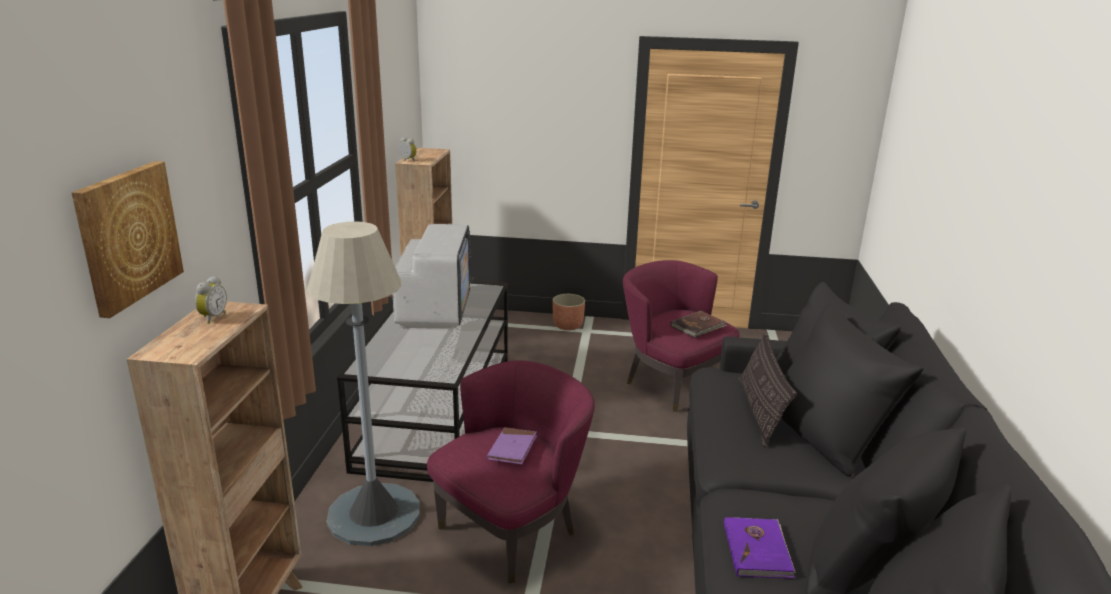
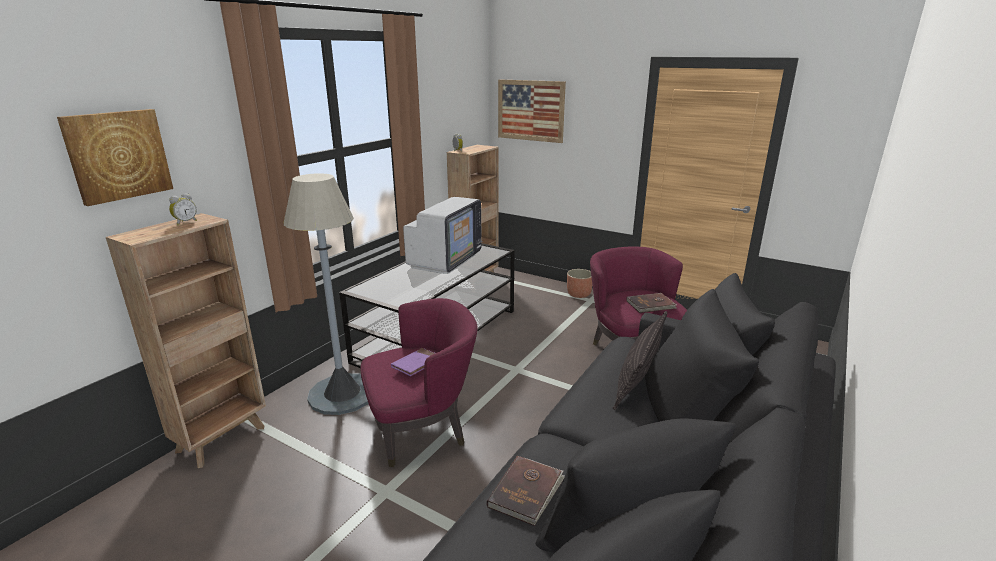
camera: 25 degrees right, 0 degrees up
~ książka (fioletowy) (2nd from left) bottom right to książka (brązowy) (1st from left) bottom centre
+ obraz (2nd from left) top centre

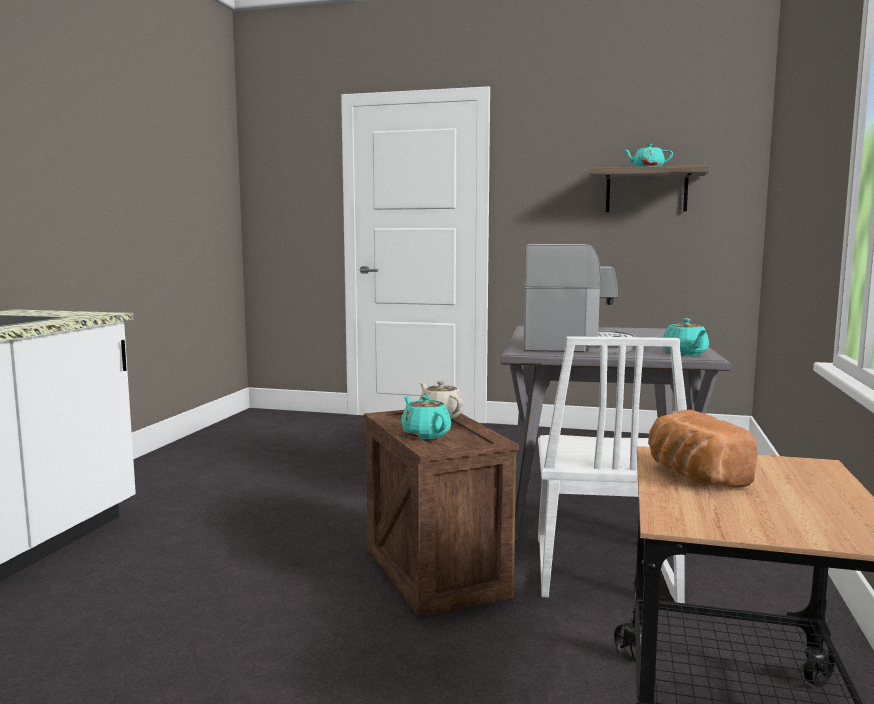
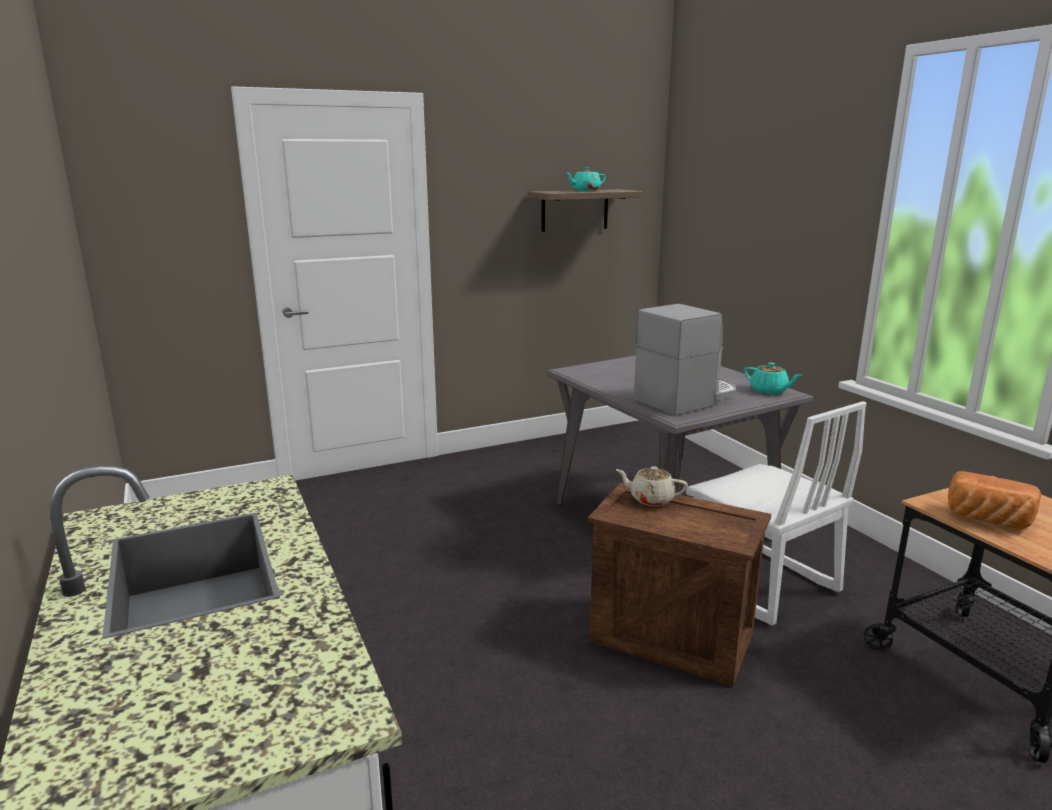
camera: 40 degrees left, 10 degrees up
- imbryk (turkusowy) (1st from left) centre

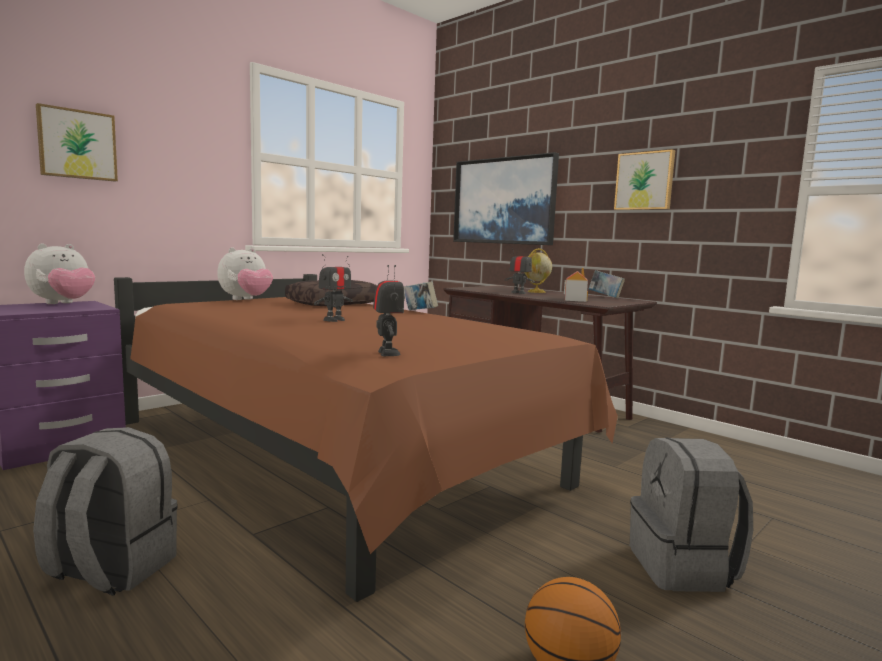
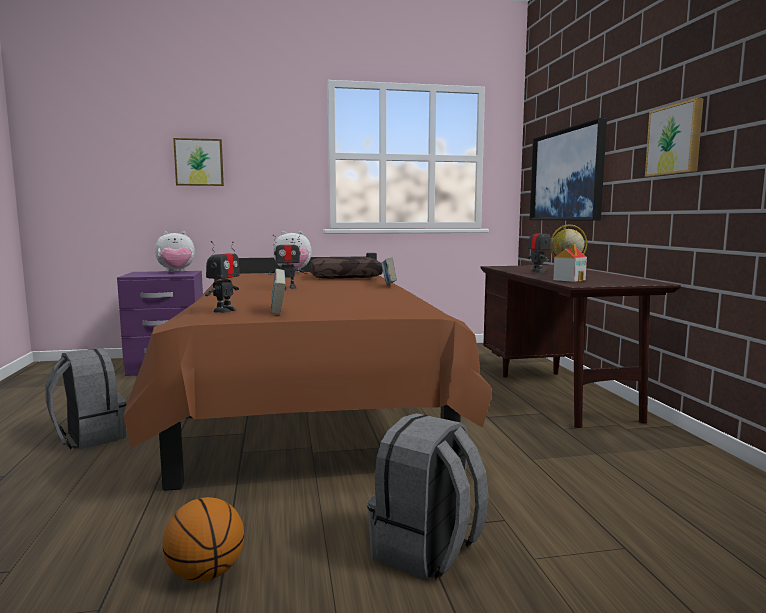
camera: 35 degrees right, 0 degrees up
~ książka (2nd from left in the first image) middle right to książka (1st from left) centre

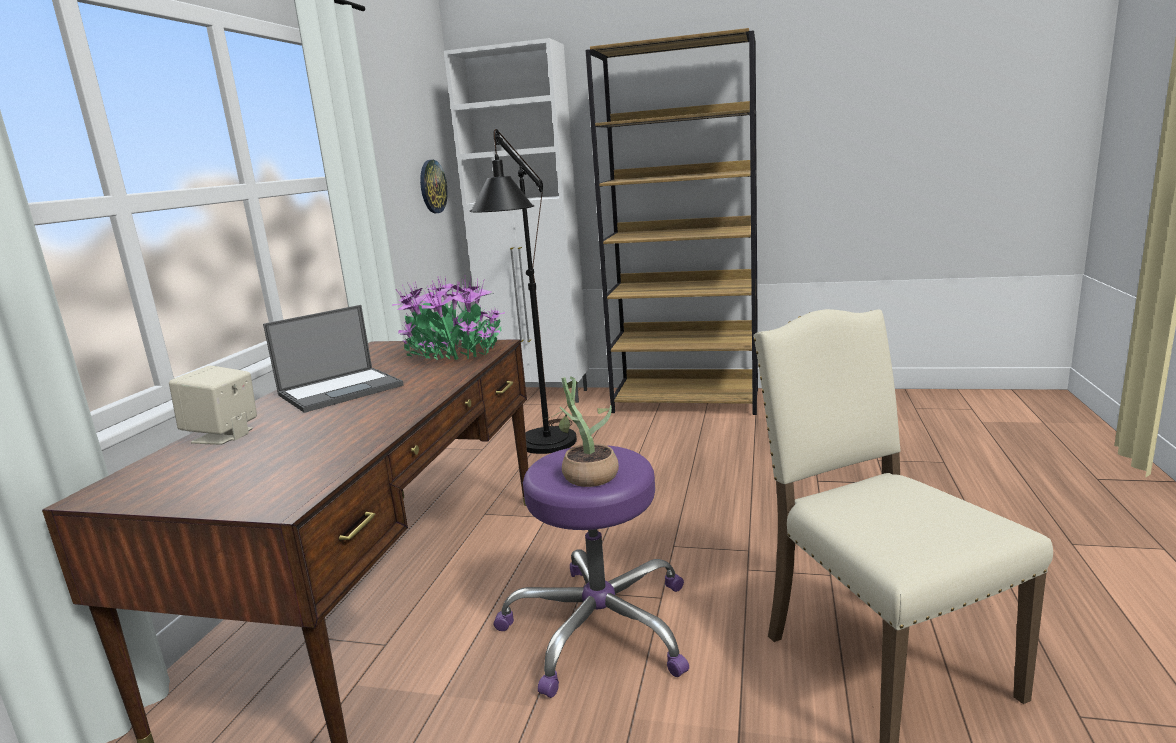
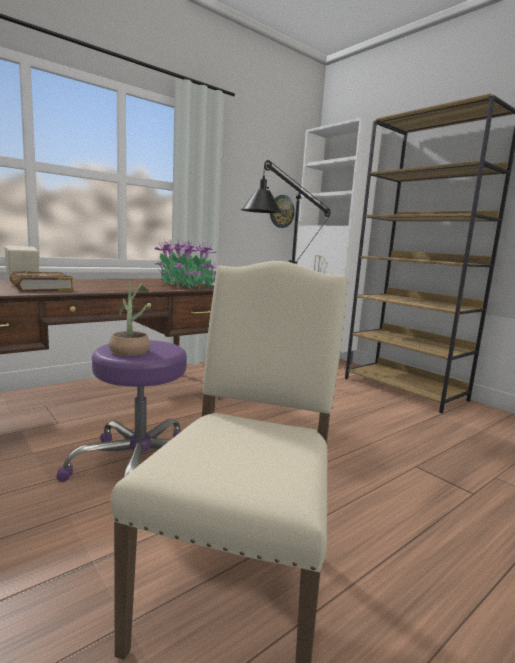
camera: 35 degrees right, 5 degrees down
+ książka middle left
- laptop middle left

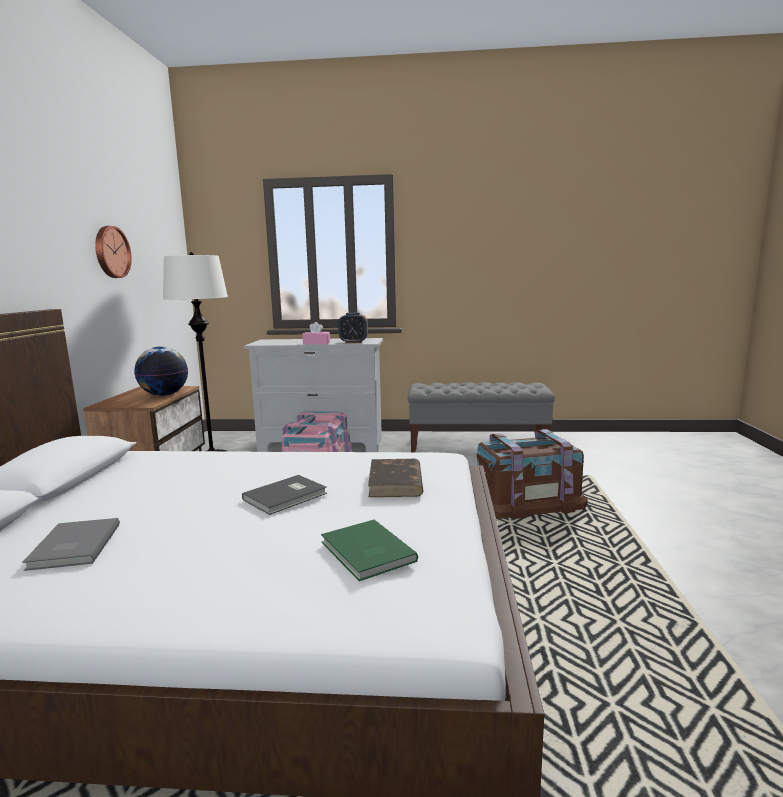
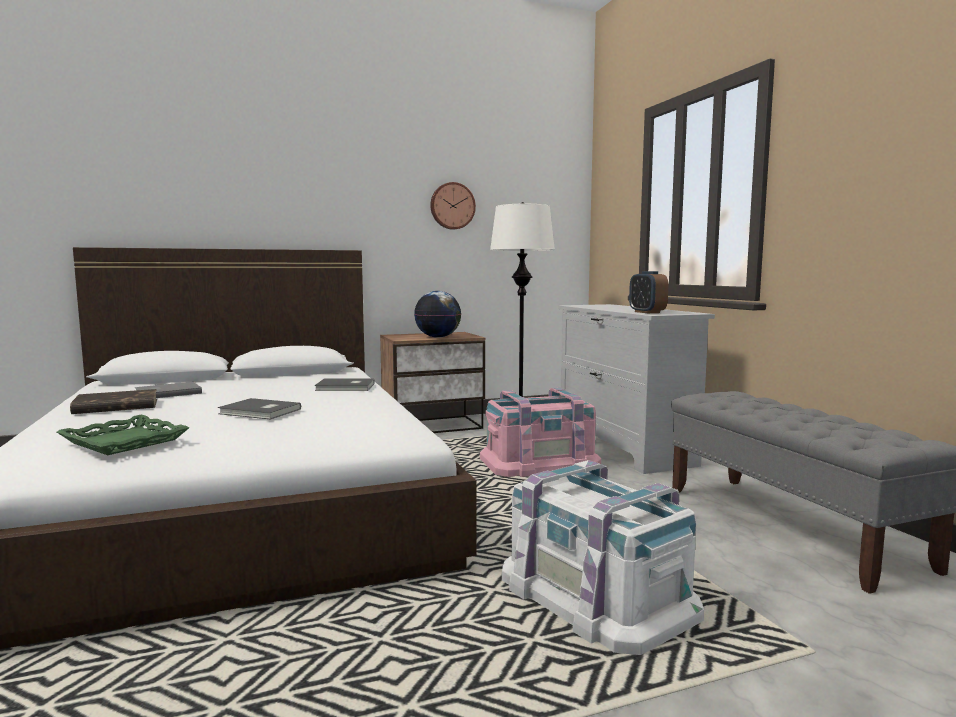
camera: 65 degrees right, 5 degrees down
~ książka (zielony) bottom centre to taca (zielony) middle left
~ książka (brązowy) centre to middle left
+ książka (szary) (3rd from left) centre
~ pojemnik do przechowywania (brązowy) middle right to pojemnik do przechowywania (biały) bottom centre
- pudełko chusteczek (różowy) centre

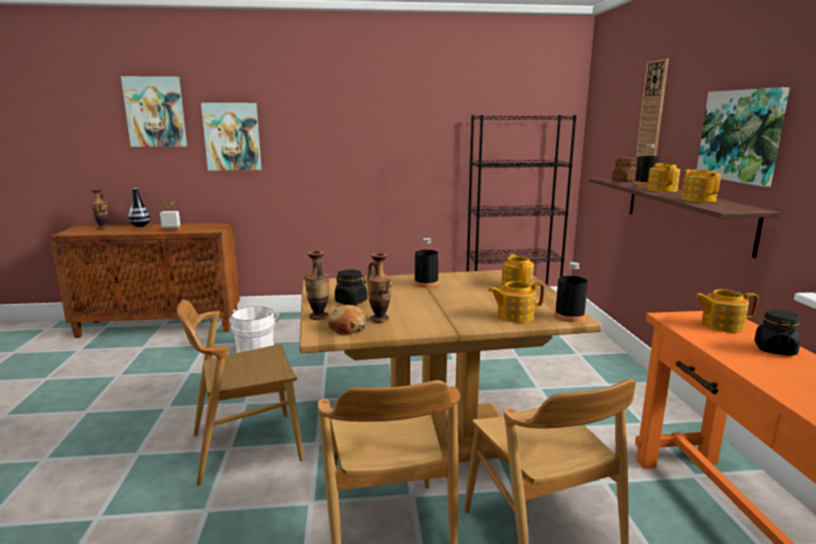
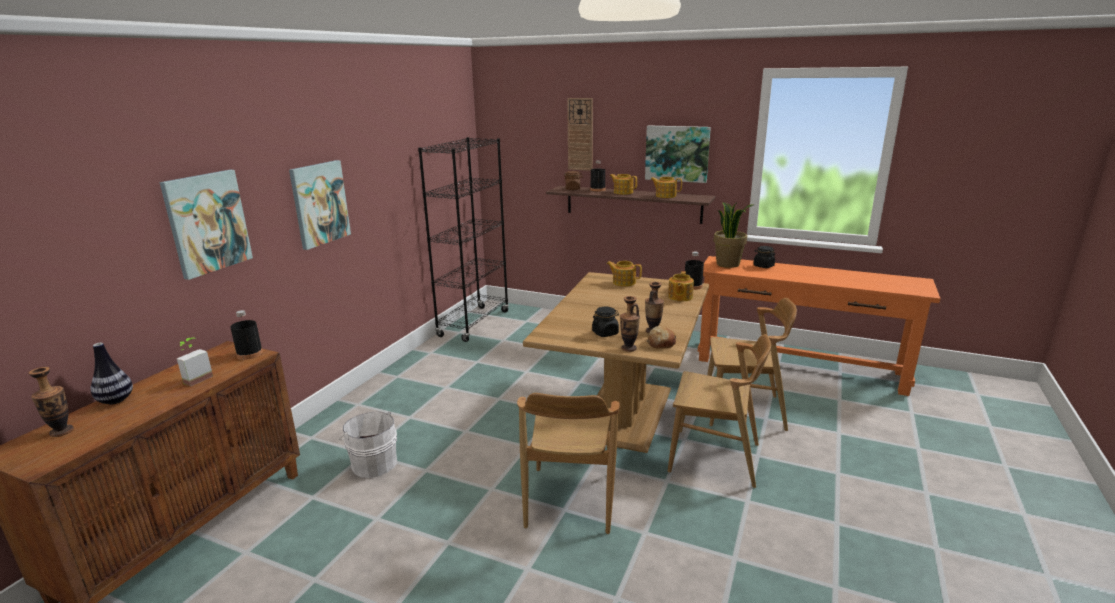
camera: 60 degrees left, 5 degrees up
~ butelka (czarny) (1st from left) centre to middle left
~ obraz (1st from left in the first image) top left to obraz (2nd from left) middle left
~ imbryk (5th from left) middle right to roślina doniczkowa (2nd from left) centre

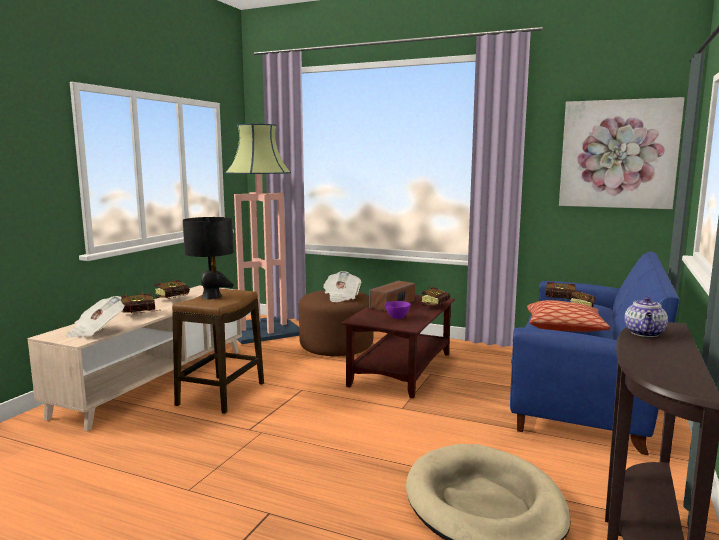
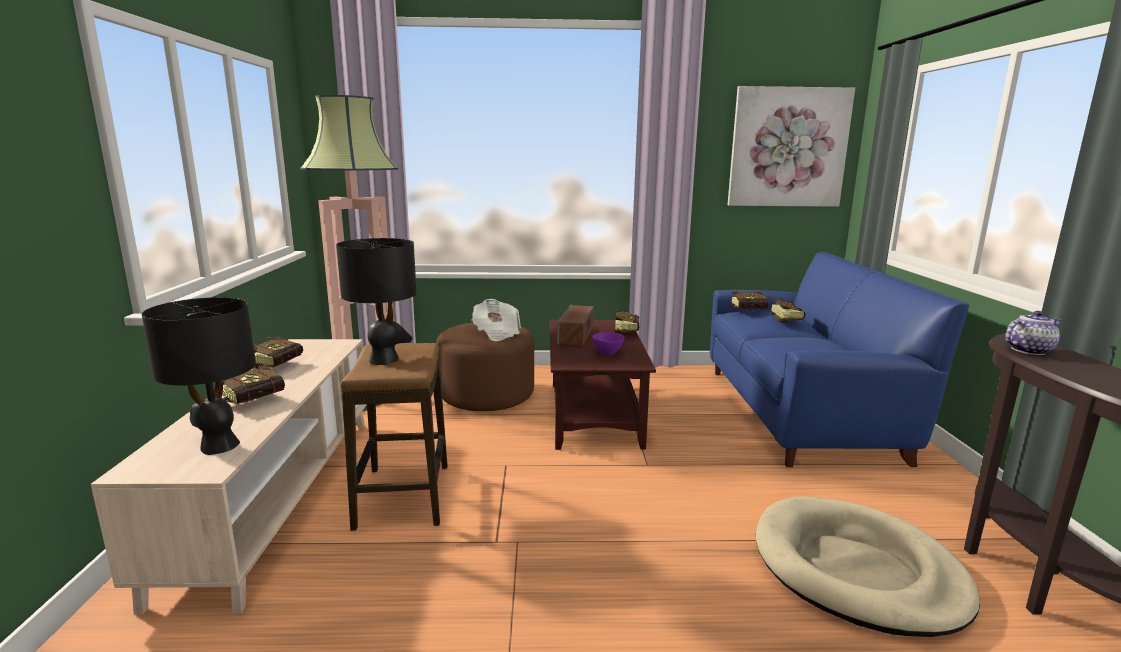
camera: 25 degrees left, 5 degrees up
~ gazeta (1st from left) middle left to lampa stołowa (czarny) (1st from left) middle left
~ imbryk middle right = middle right 105 degrees counterclockwise
- poduszka middle right

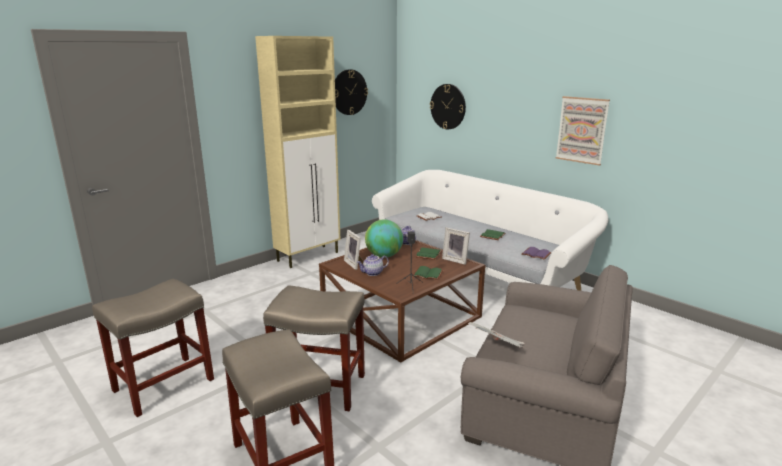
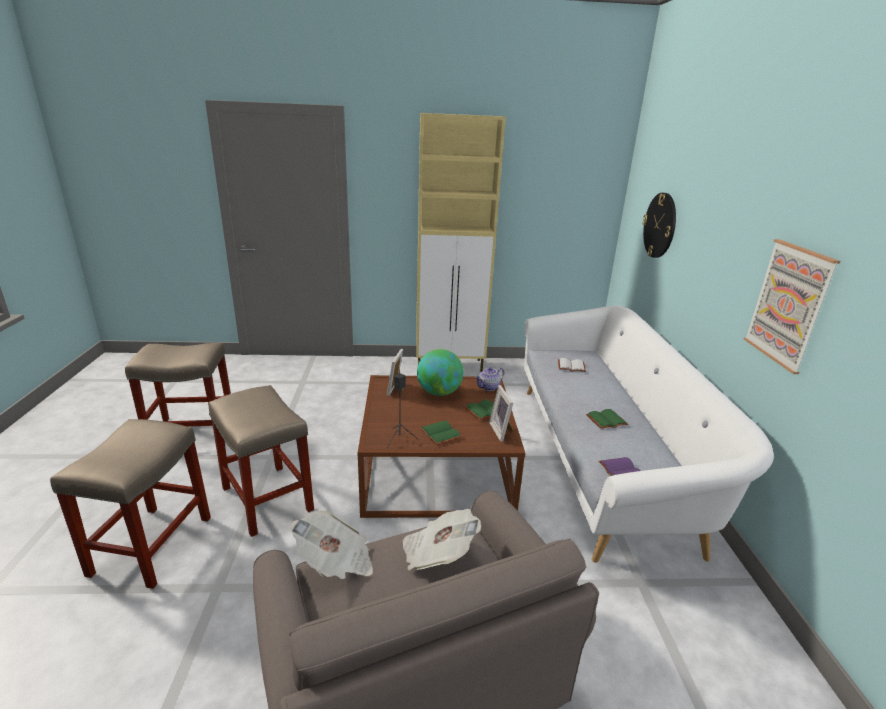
camera: 40 degrees right, 5 degrees up
+ gazeta (2nd from left) bottom centre
- zegar ścienny (1st from left) top centre
- imbryk (1st from left) centre

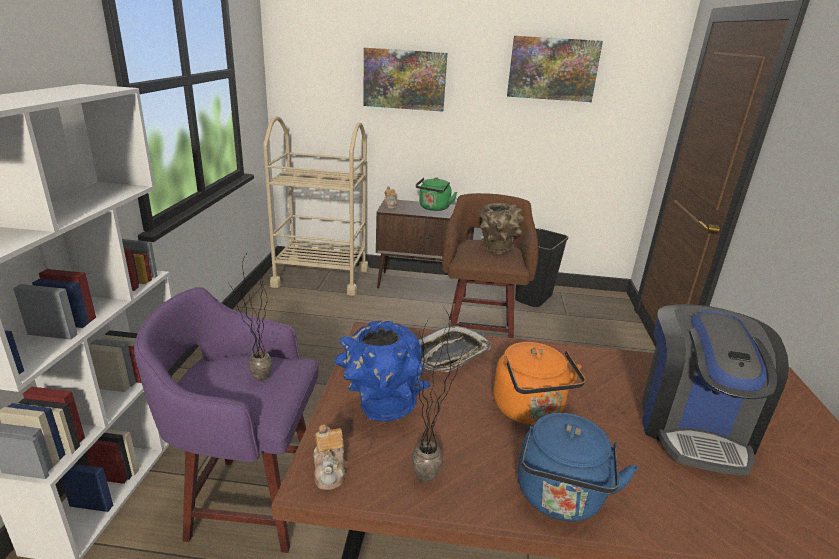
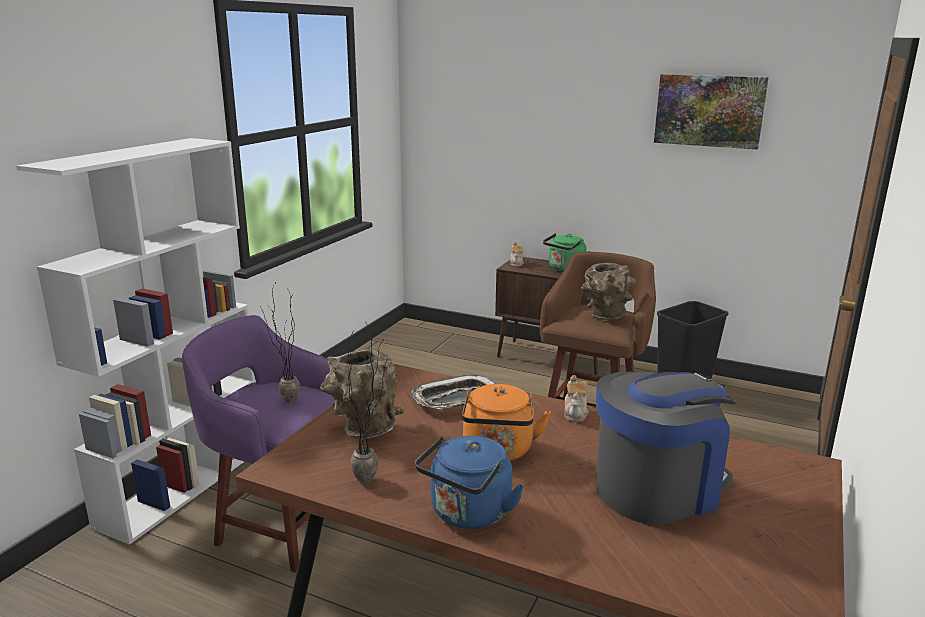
camera: 20 degrees right, 5 degrees down
~ wazon (niebieski) centre to wazon (brązowy) (1st from left) centre
~ imbryk (1st from left in the first image) bottom centre to imbryk (2nd from left) centre
~ ekspres do kawy bottom right = bottom right 150 degrees counterclockwise
- wózek (beżowy) centre
- obraz (1st from left) top centre

